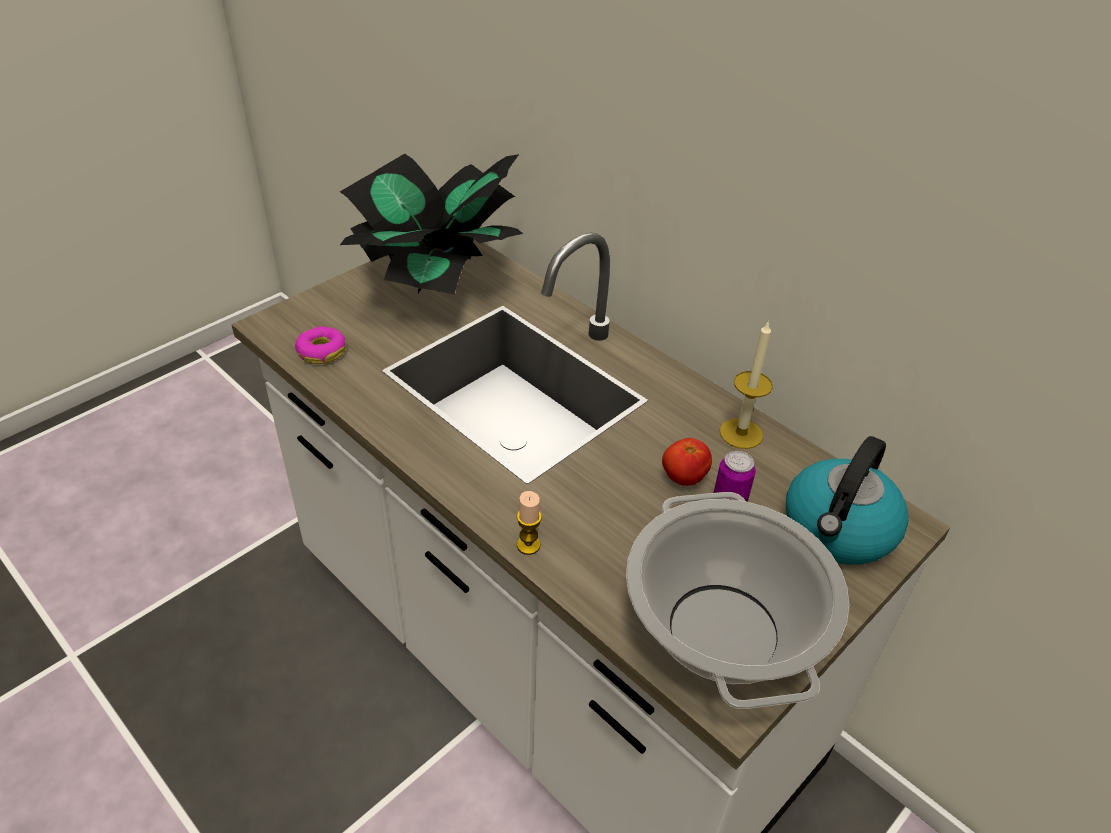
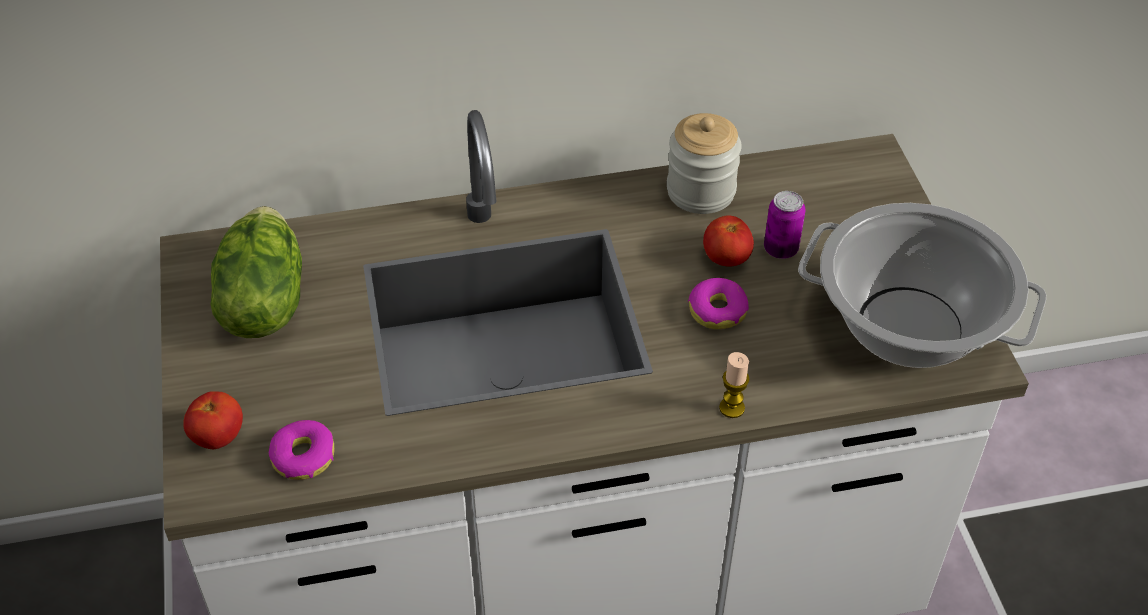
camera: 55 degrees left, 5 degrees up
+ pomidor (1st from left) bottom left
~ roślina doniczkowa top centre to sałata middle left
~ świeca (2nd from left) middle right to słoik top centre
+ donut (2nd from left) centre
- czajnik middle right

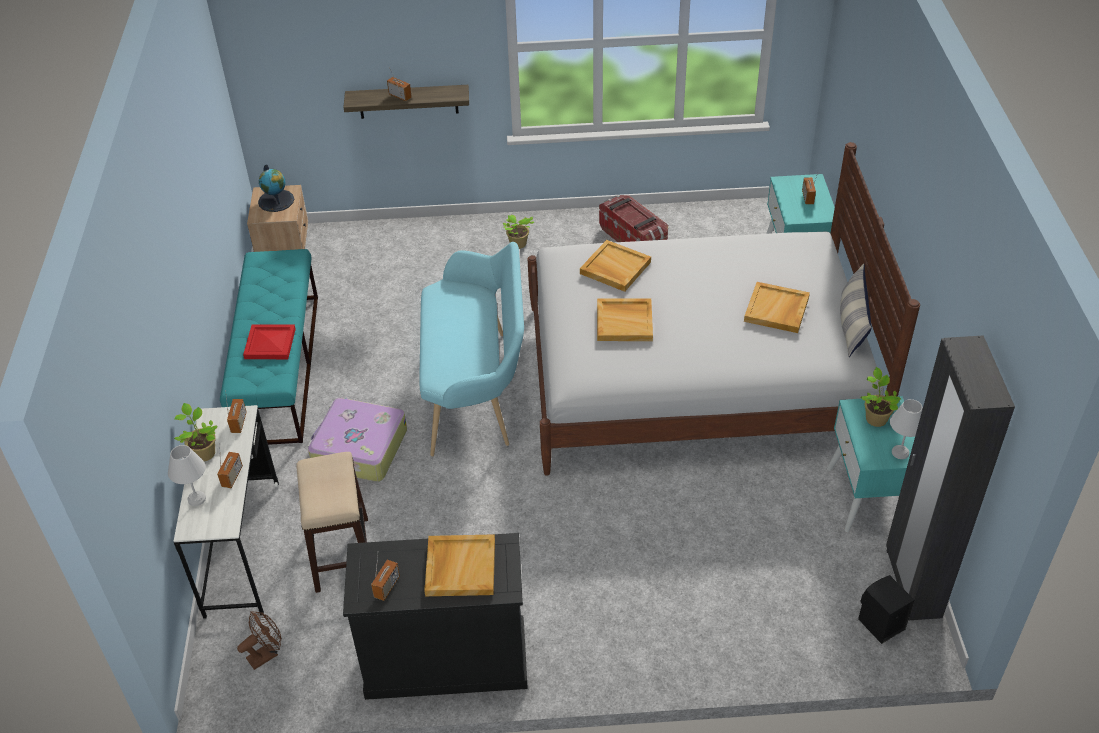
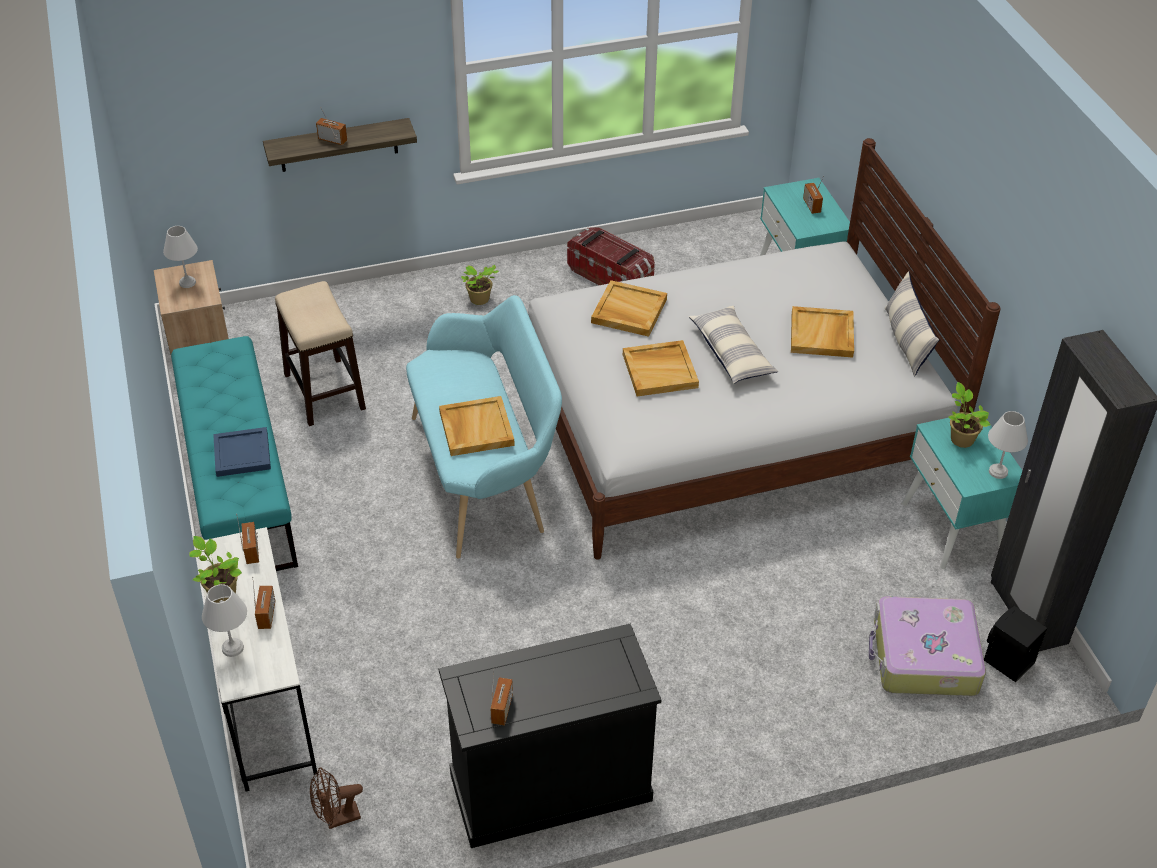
camera: 15 degrees left, 0 degrees up
~ globus top left to lampa stołowa (biały) (1st from left) top left
~ taca (czerwony) middle left to taca (niebieski) middle left
~ stołek bottom left to middle left
~ wentylator (brązowy) bottom left = bottom left 150 degrees counterclockwise
~ taca (beżowy) (1st from left) bottom centre to centre
+ poduszka (1st from left) centre
~ walizka middle left to bottom right

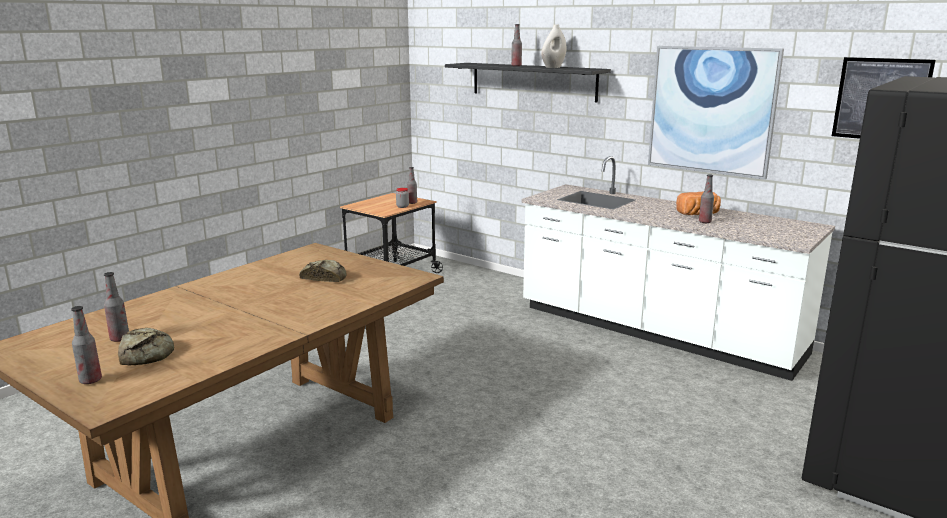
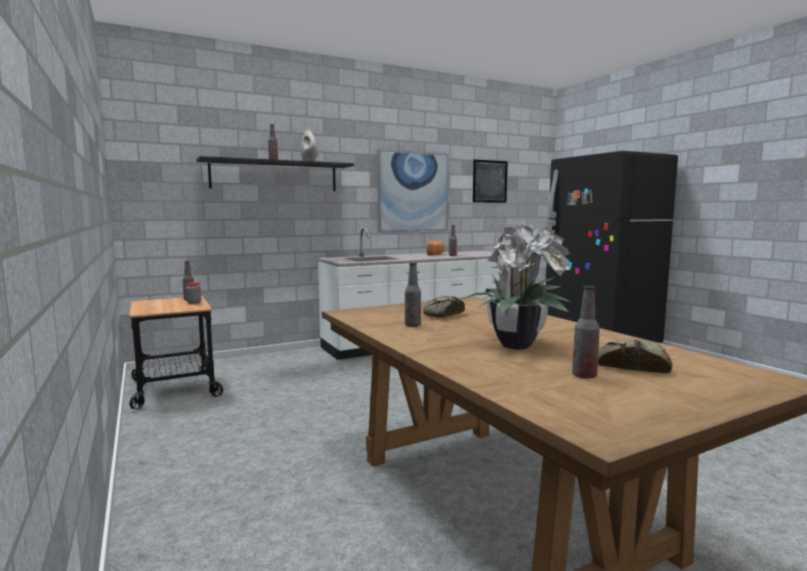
camera: 65 degrees left, 10 degrees down
~ butelka (1st from left in the first image) middle left to butelka (3rd from left) centre
+ roślina doniczkowa centre

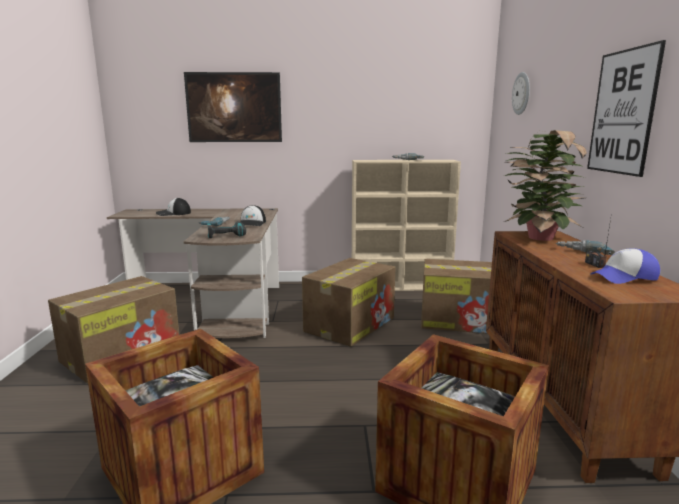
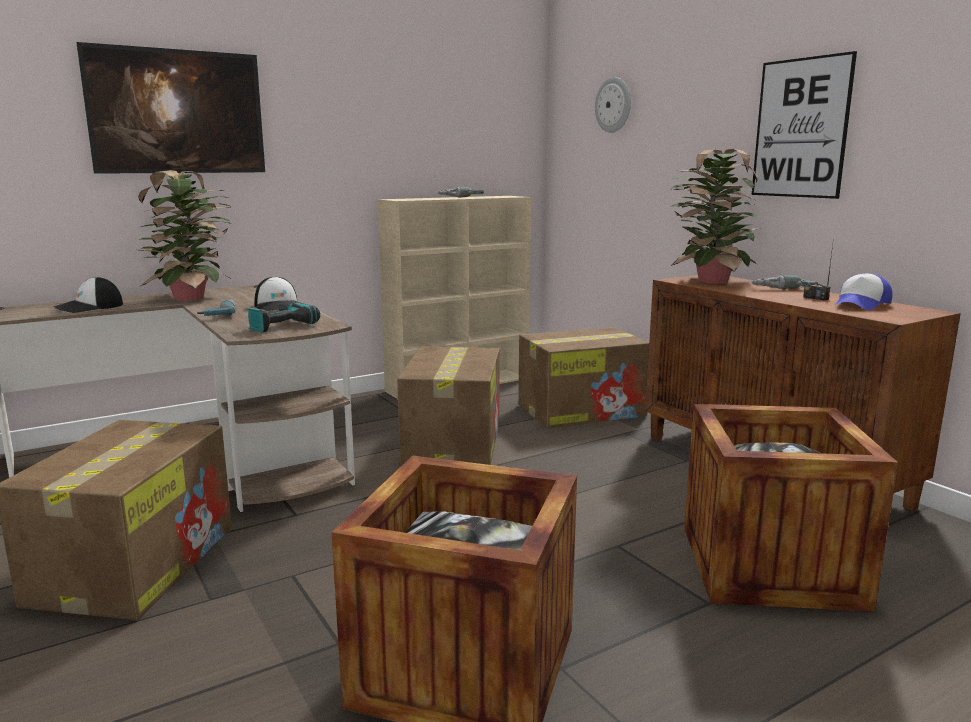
camera: 30 degrees left, 0 degrees up
+ roślina doniczkowa (1st from left) top left

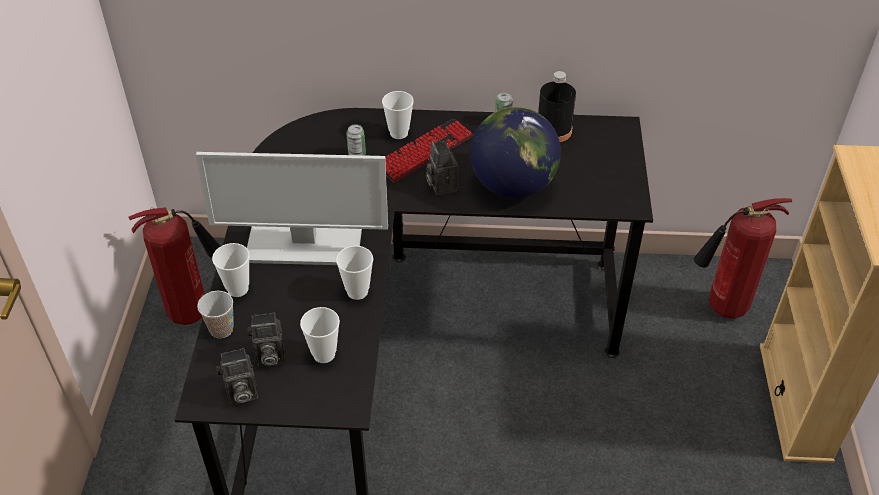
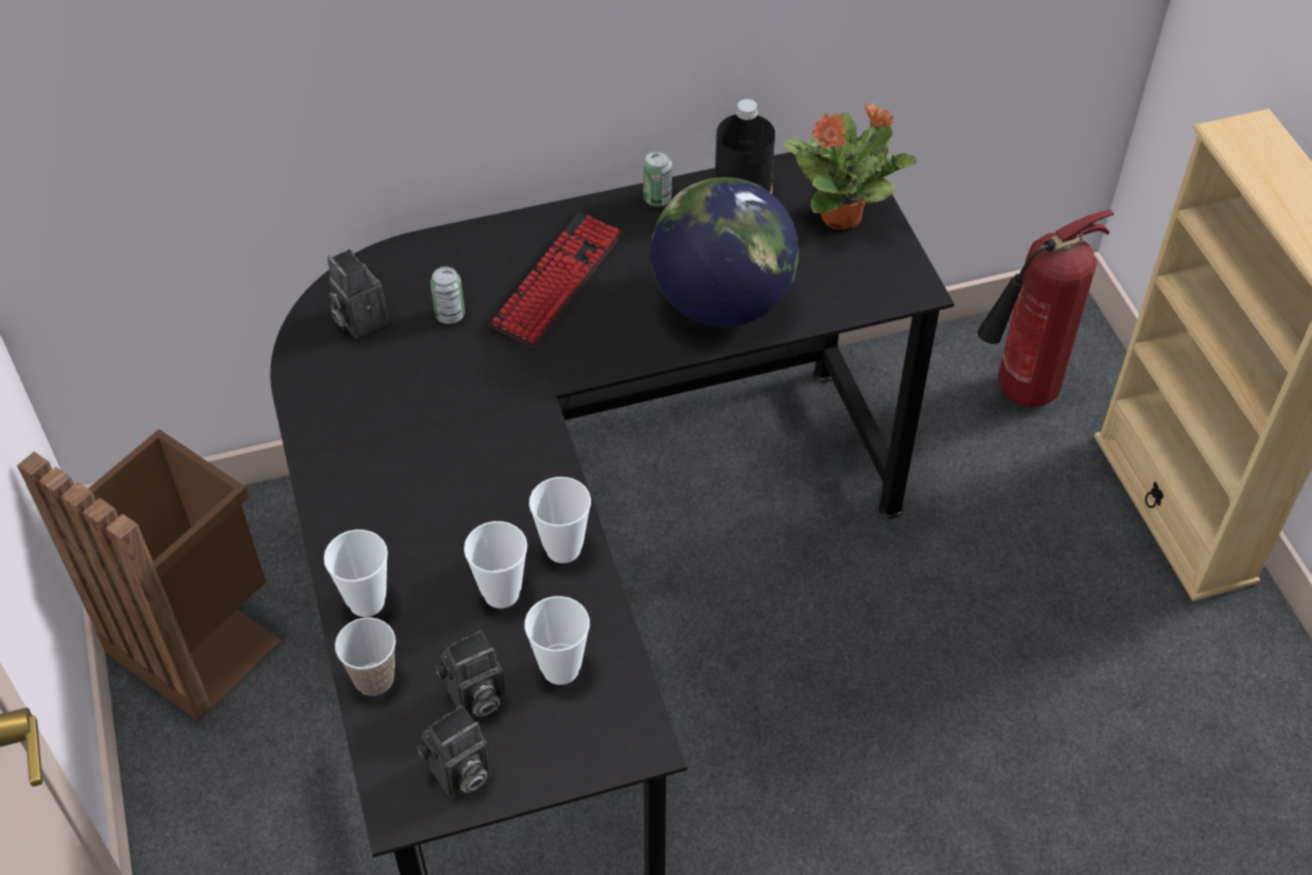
camera: 20 degrees left, 5 degrees up
~ gaśnica (1st from left) middle left to kosz na śmieci (brązowy) middle left
~ aparat fotograficzny (3rd from left in the first image) centre to aparat fotograficzny (1st from left) middle left
~ filiżanka (5th from left in the first image) top centre to filiżanka (3rd from left) centre
+ roślina doniczkowa top centre
- monitor middle left

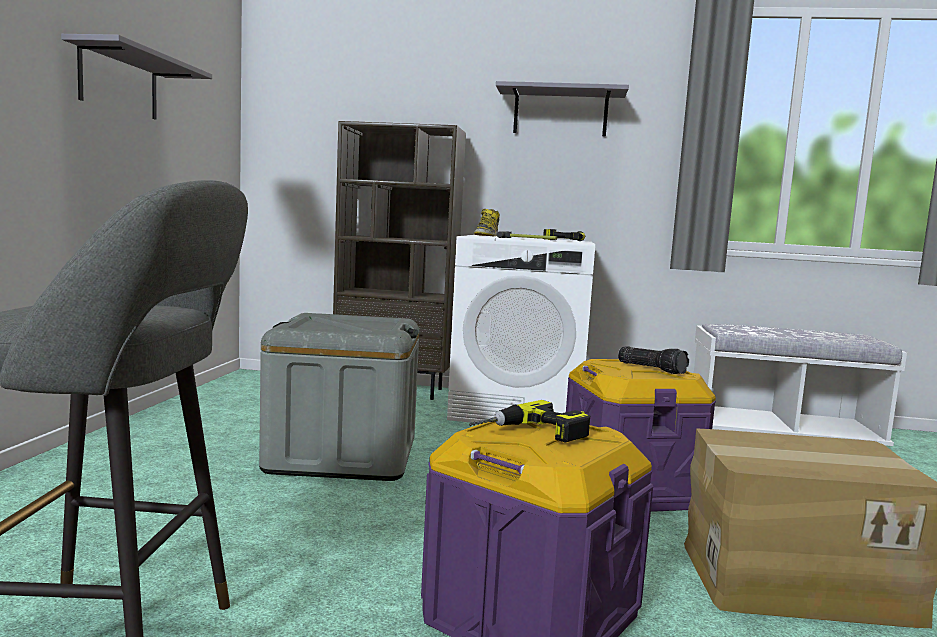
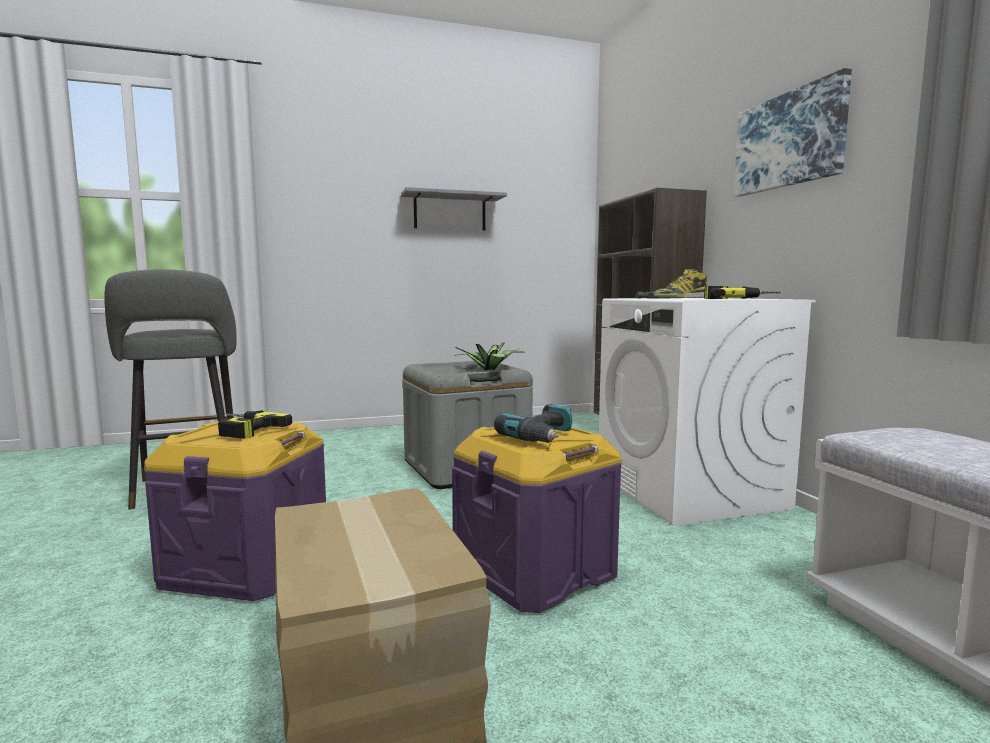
camera: 65 degrees right, 0 degrees up
+ roślina doniczkowa centre
~ latarka middle right to wiertarka (2nd from left) centre
~ półka (szary) (2nd from left) top centre to obraz top right

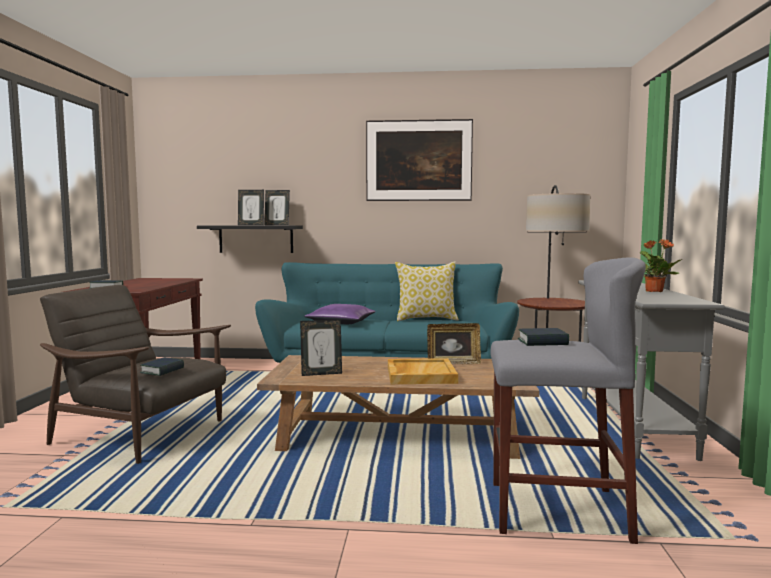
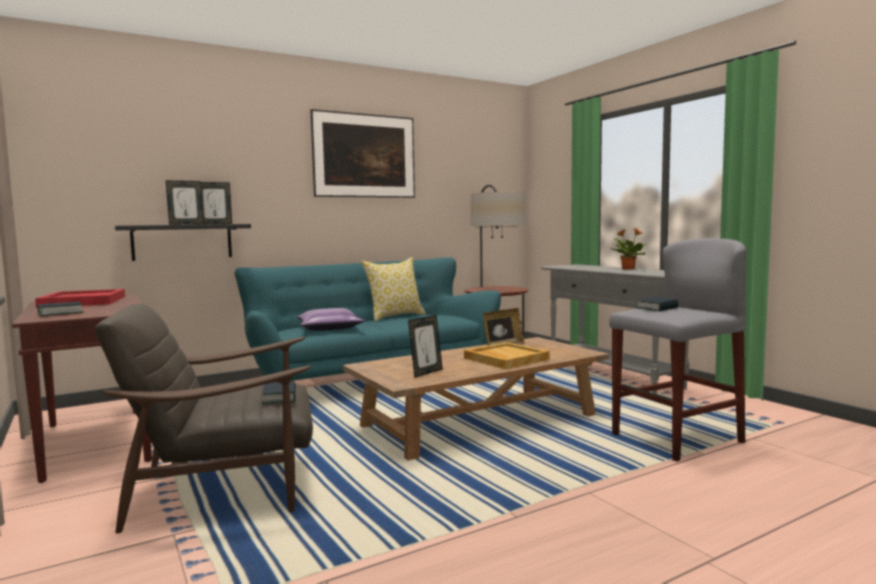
camera: 35 degrees left, 0 degrees up
+ taca (czerwony) middle left

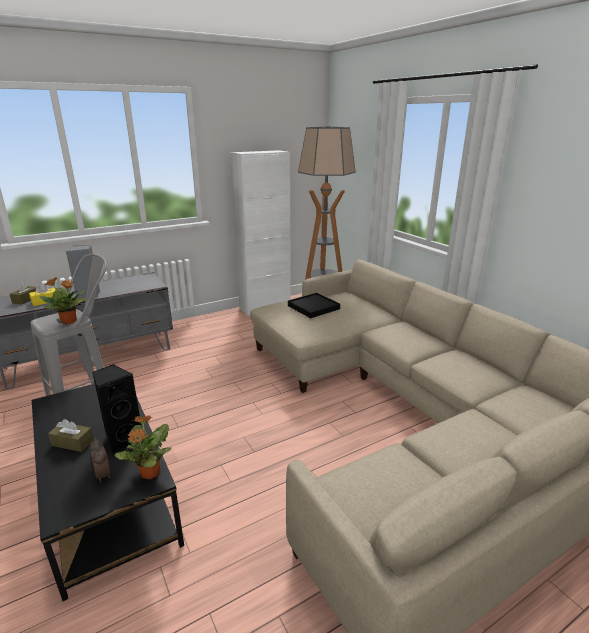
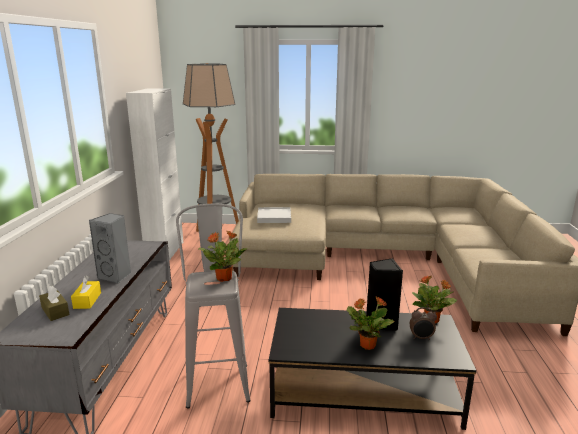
camera: 55 degrees left, 5 degrees down
~ taca (czarny) centre to taca (biały) centre
~ pudełko chusteczek (brązowy) (2nd from left) bottom left to roślina doniczkowa (2nd from left) bottom centre

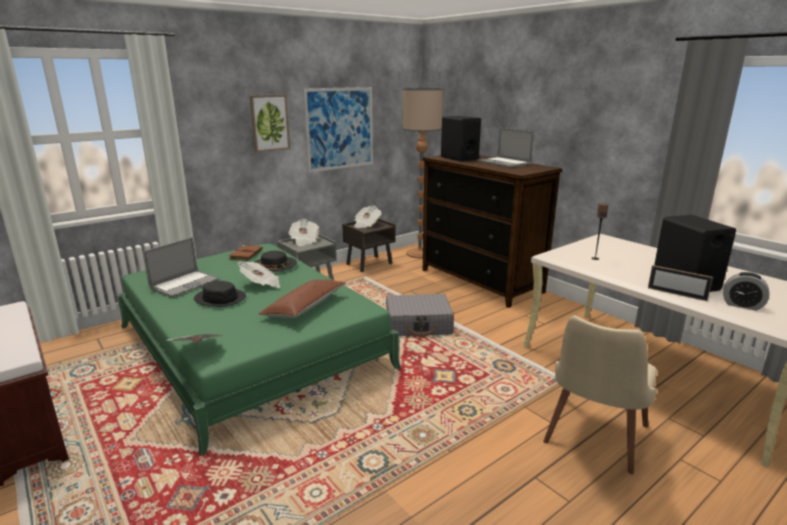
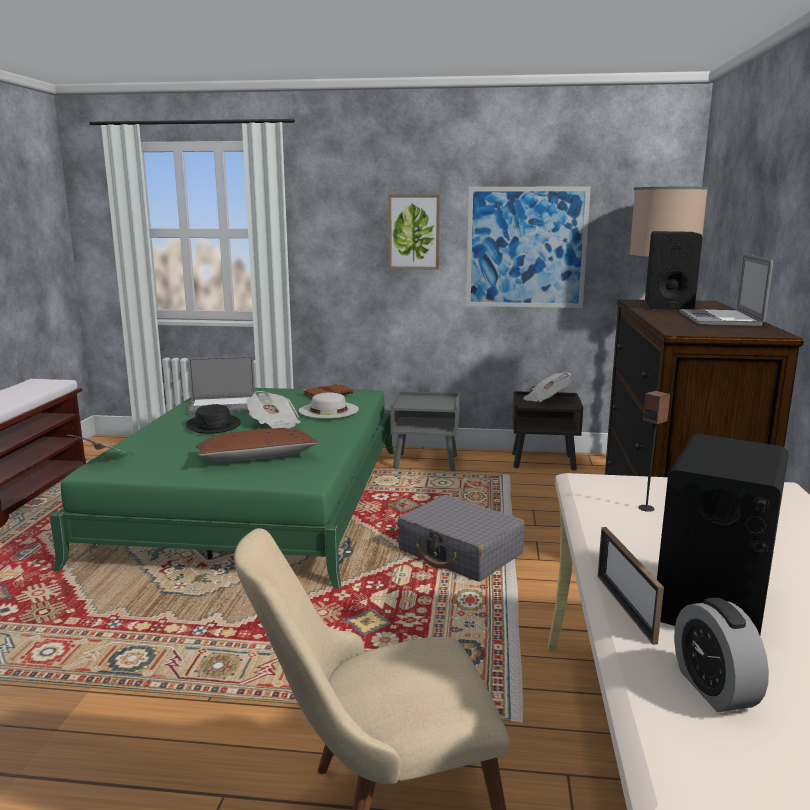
camera: 45 degrees right, 5 degrees down
~ kapelusz (czarny) (2nd from left) centre to kapelusz (biały) centre
- gazeta (3rd from left) centre

